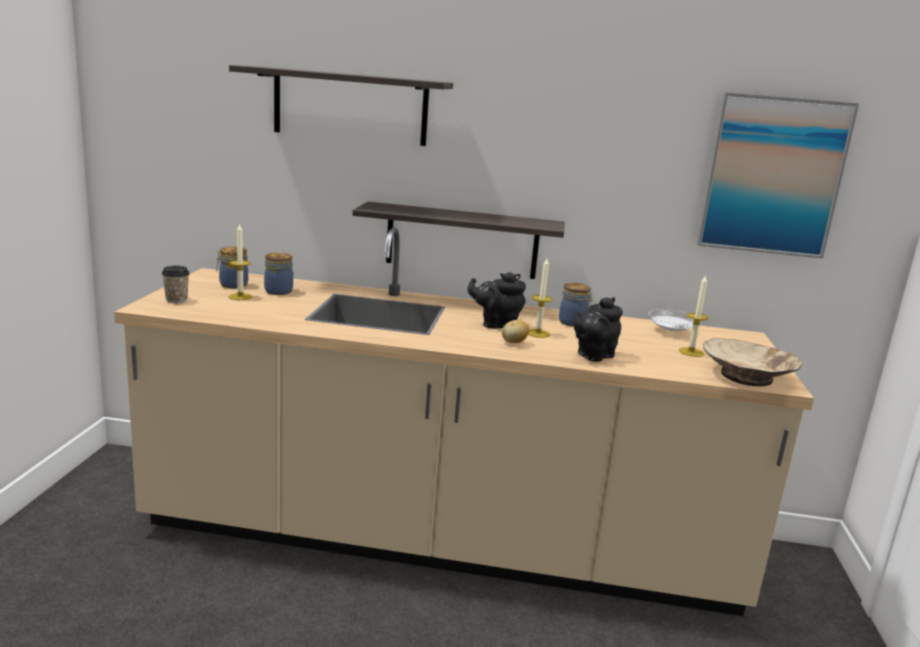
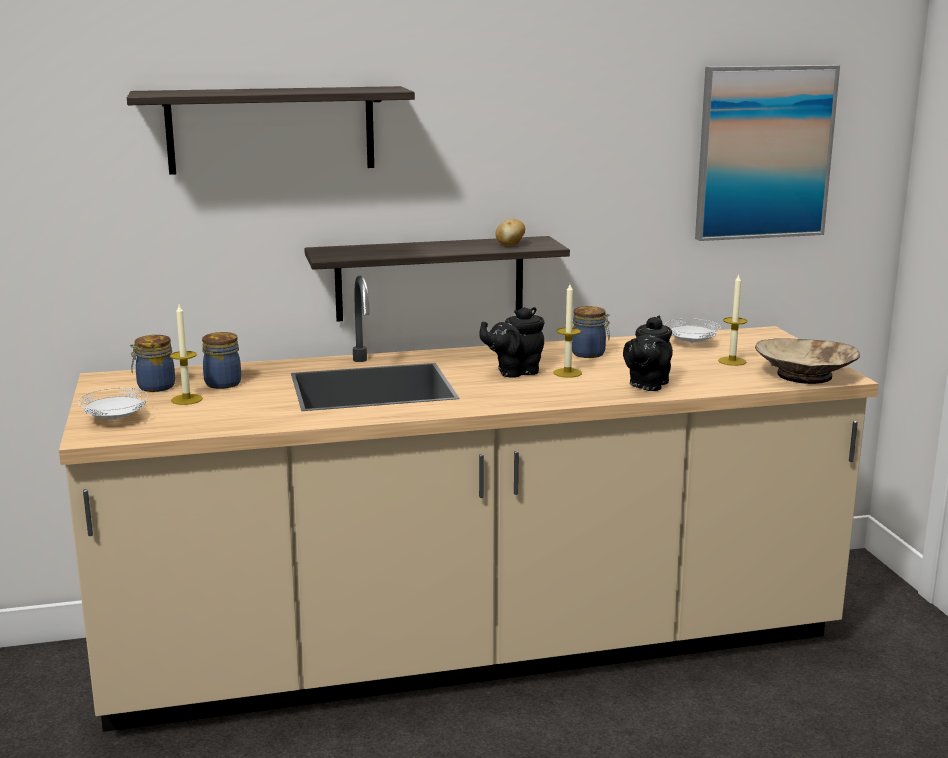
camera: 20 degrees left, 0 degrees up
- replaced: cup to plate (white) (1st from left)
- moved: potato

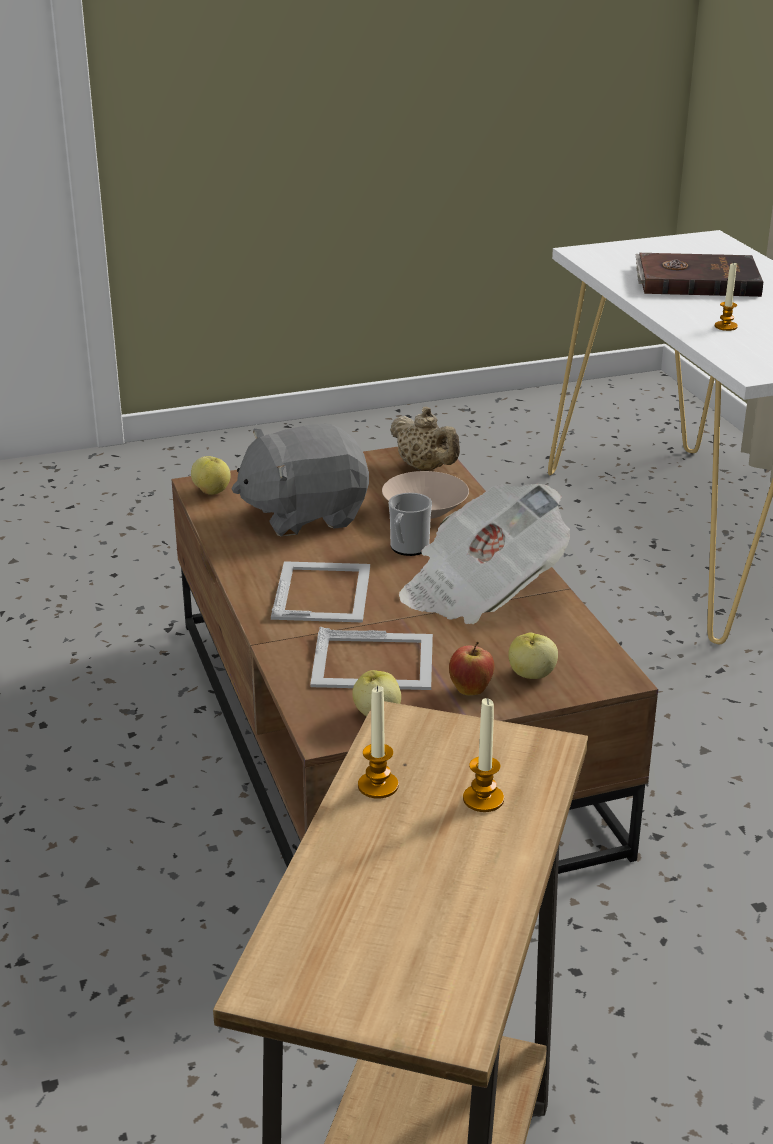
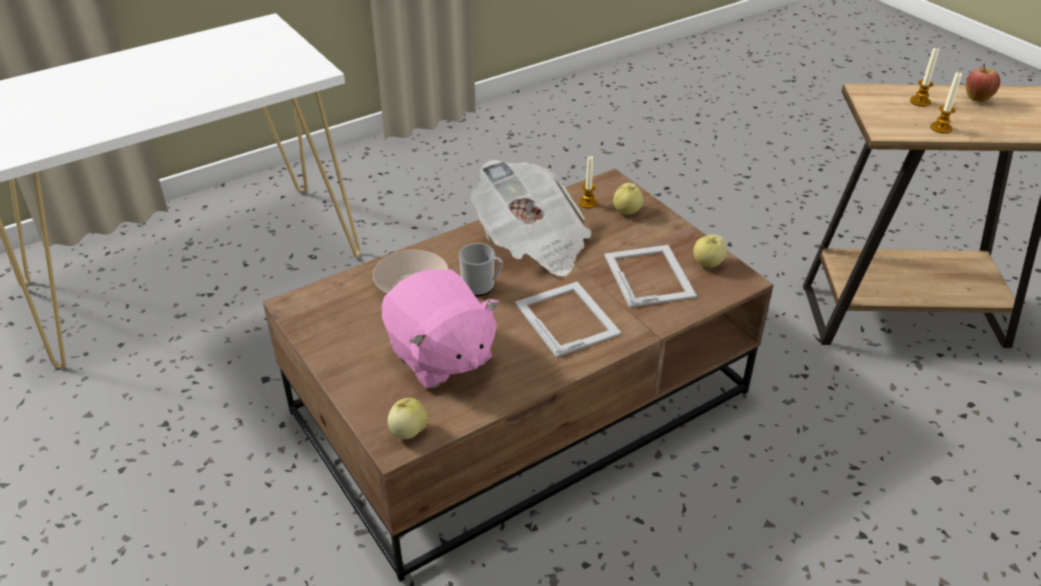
camera: 105 degrees left, 10 degrees up
- recoloured: plush toy (grey) to plush toy (pink)
- turned: picture frame (1st from left) 75 degrees clockwise
- moved: candle (3rd from left in the first image) to candle (1st from left)
- moved: apple (3rd from left in the first image) to apple (4th from left)
- removed: teapot (beige)
- removed: book (brown)

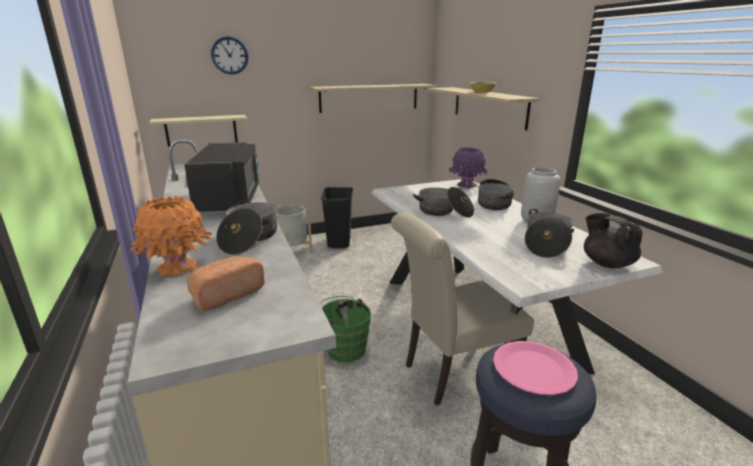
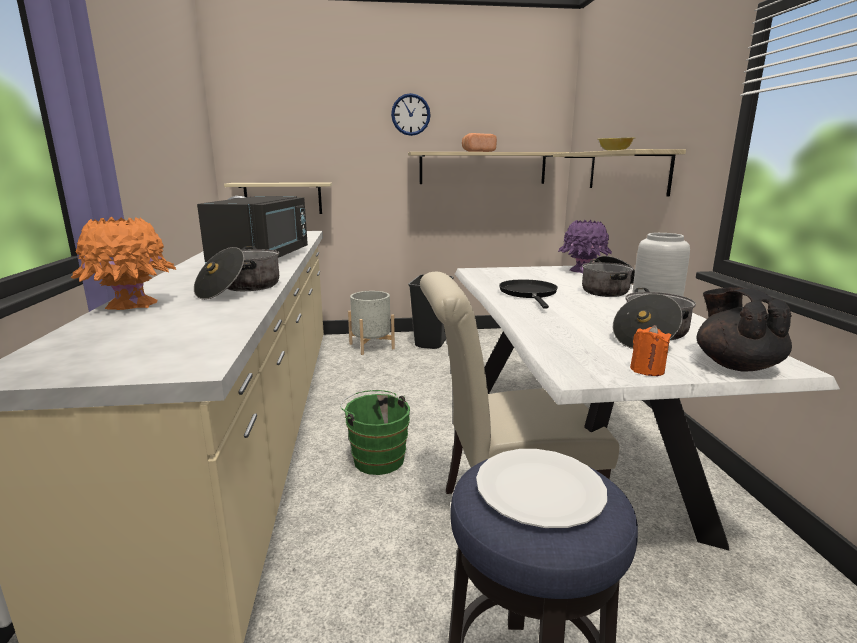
camera: 15 degrees right, 5 degrees down
- moved: wall clock
- moved: bread
- recoloured: plate (pink) to plate (white)
- replaced: cooking pot (2nd from left) to frying pan (black)
- added: candle (orange)

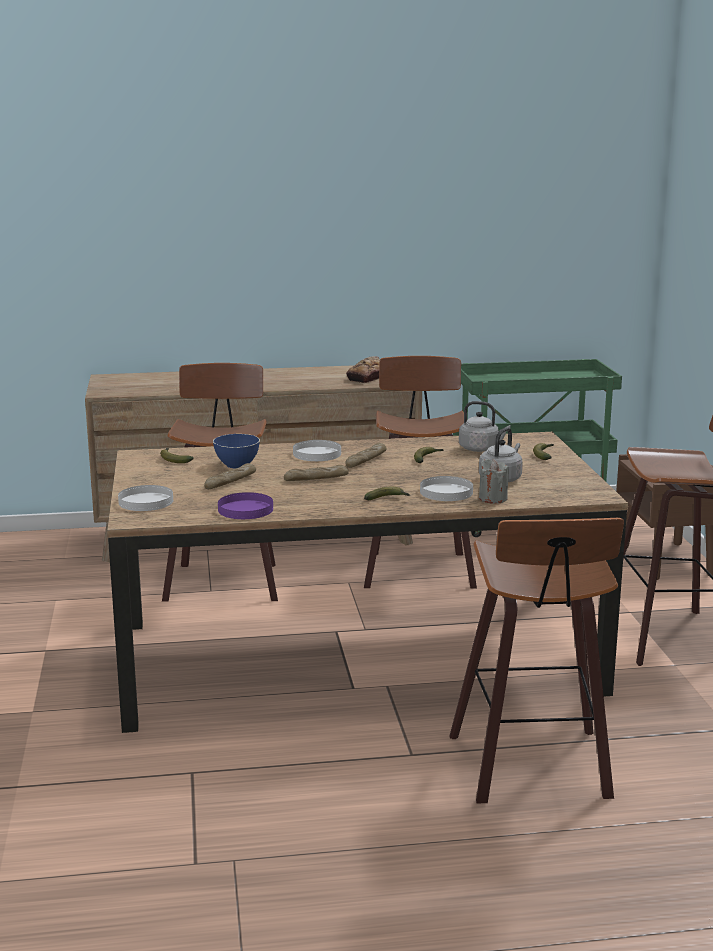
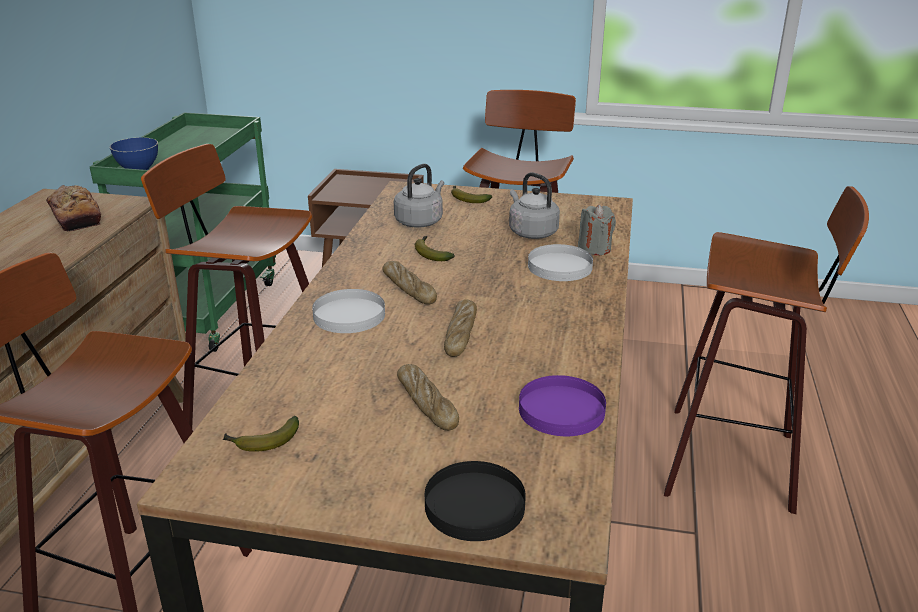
camera: 70 degrees left, 10 degrees up
- moved: bowl (blue)
- recoloured: plate (white) (1st from left) to plate (black)
- removed: banana (2nd from left)

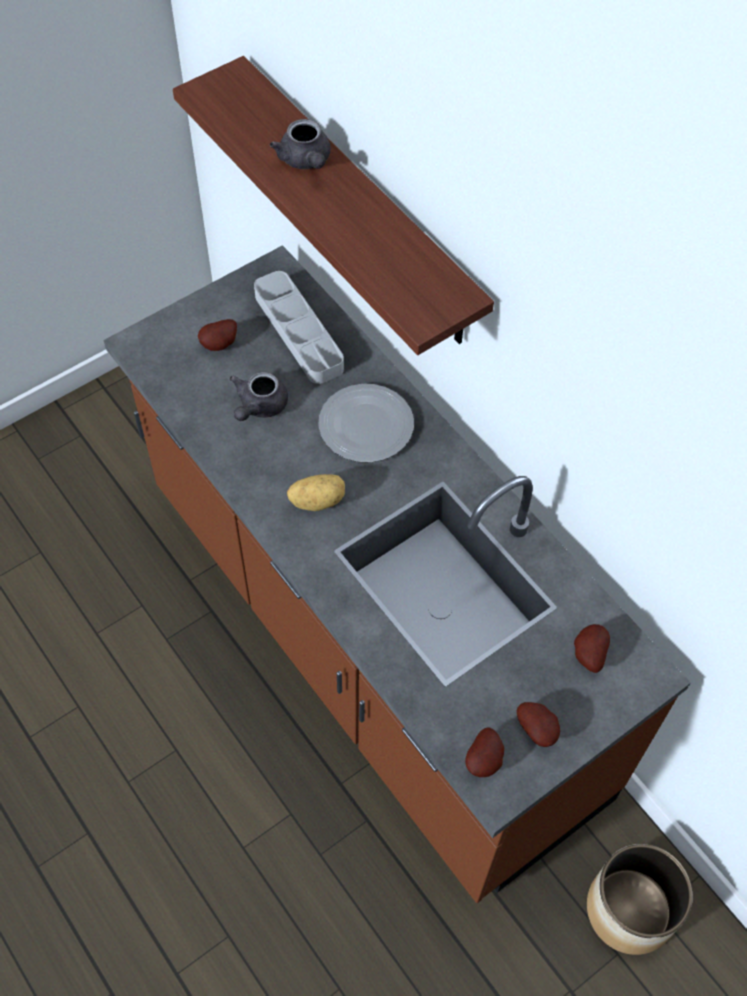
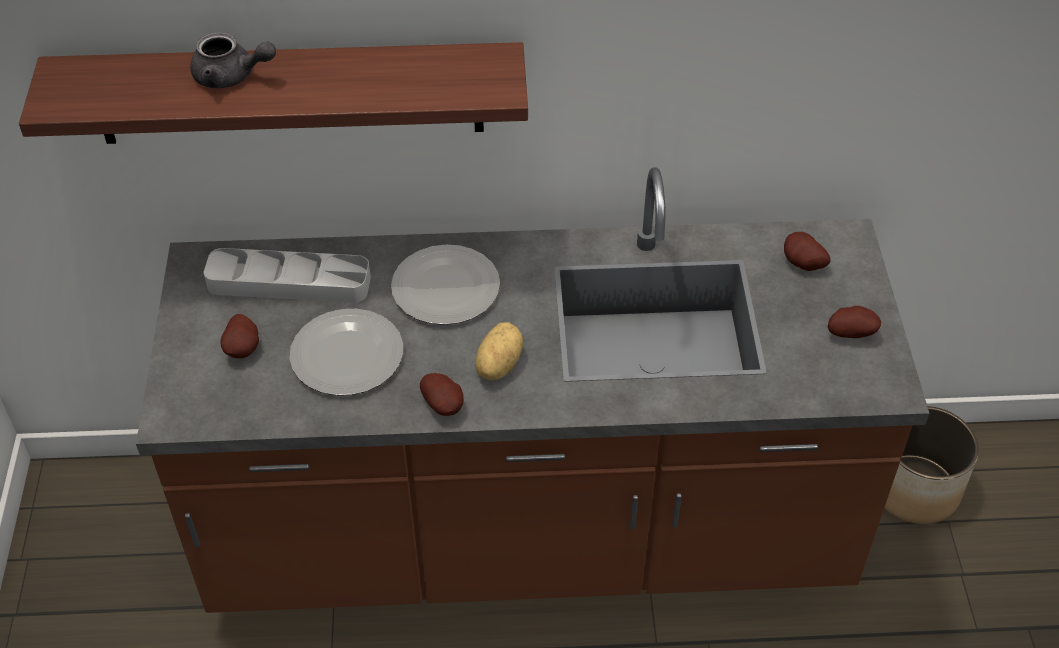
camera: 55 degrees left, 10 degrees down
- replaced: teapot (grey) (1st from left) to plate (1st from left)
- moved: potato (3rd from left in the first image) to potato (2nd from left)

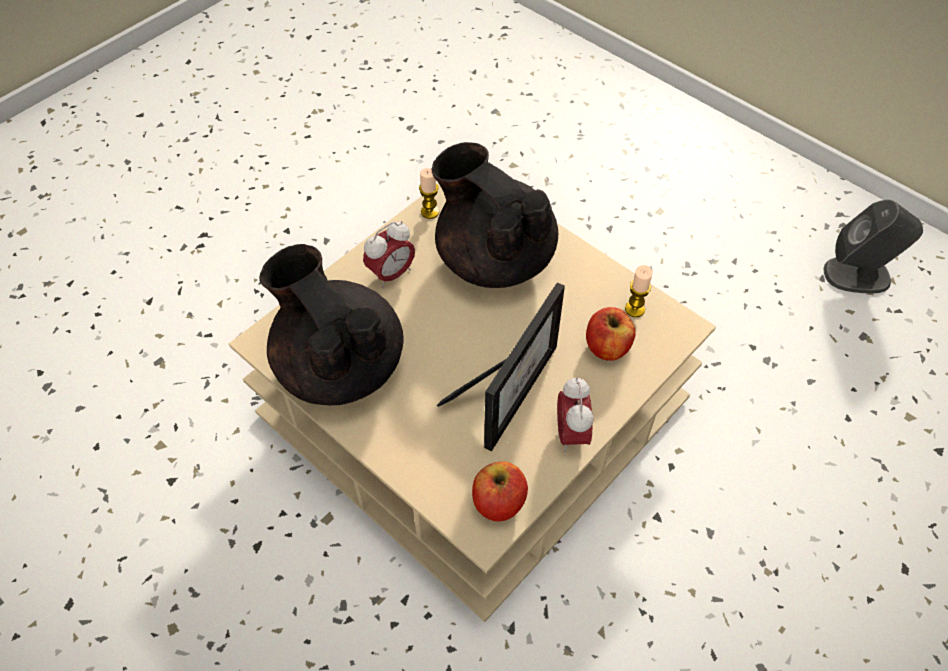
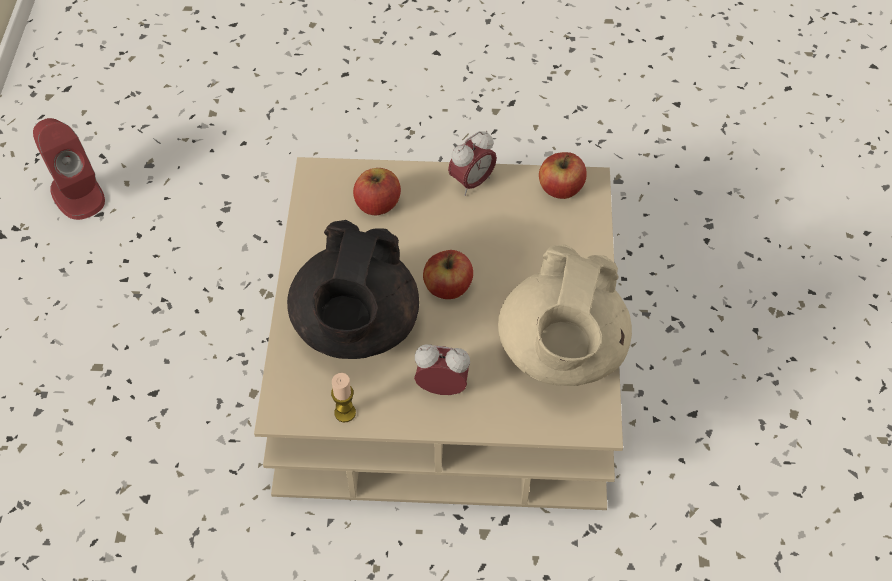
camera: 130 degrees left, 0 degrees up
- recoloured: speaker (grey) to speaker (red)
- added: apple (2nd from left)
- recoloured: teapot (black) (1st from left) to teapot (beige)
- removed: picture frame
- removed: candle (2nd from left)

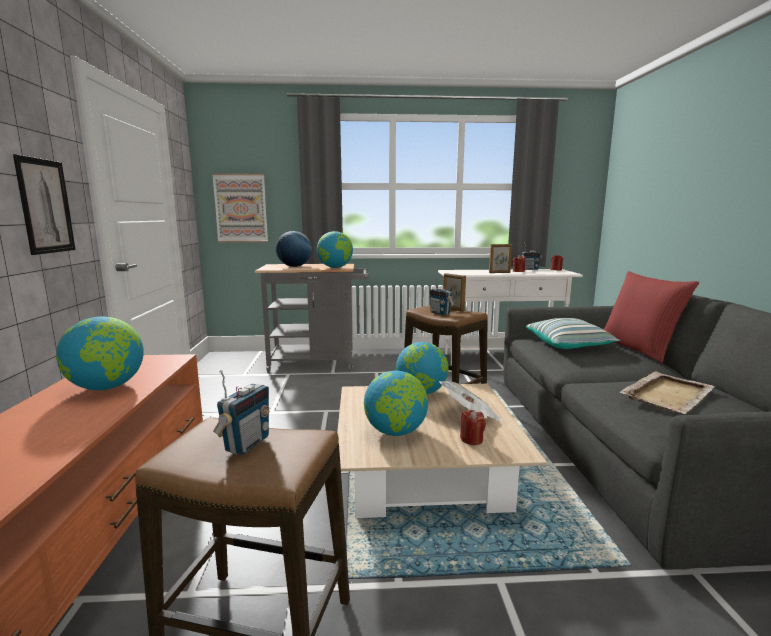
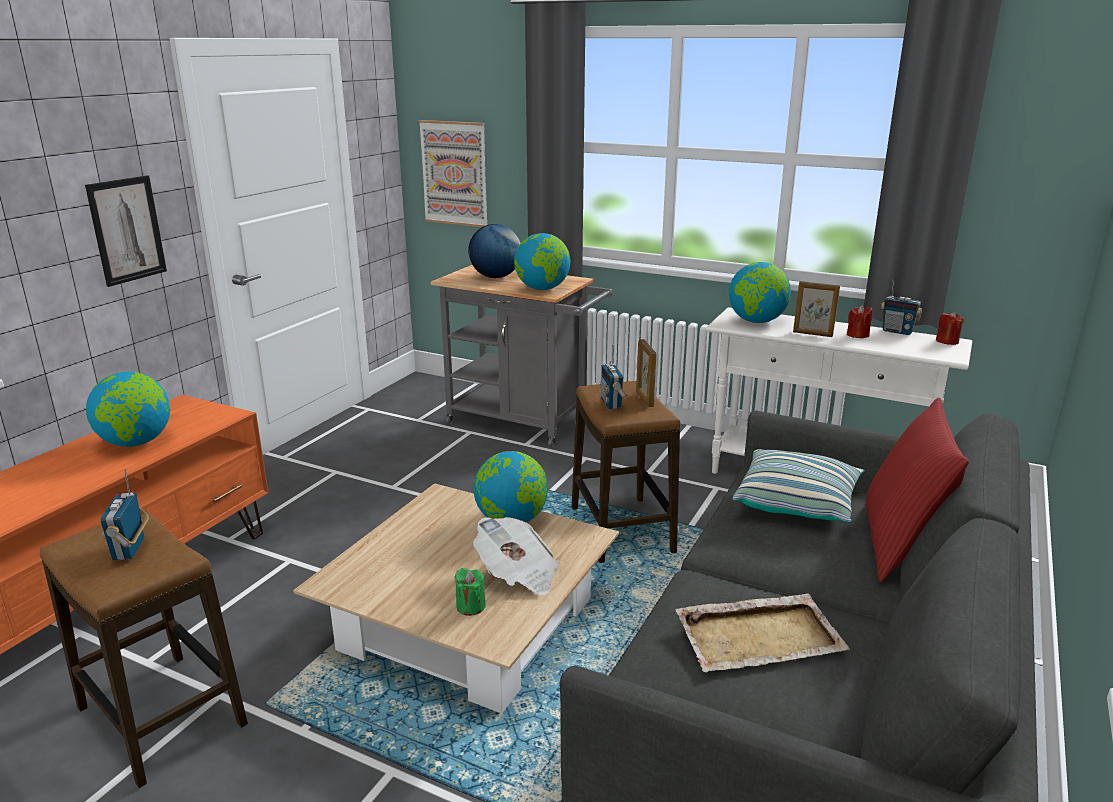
camera: 30 degrees right, 10 degrees up
- turned: radio (1st from left) 120 degrees clockwise
- recoloured: candle (red) (1st from left) to candle (green)
- moved: globe (4th from left in the first image) to globe (5th from left)

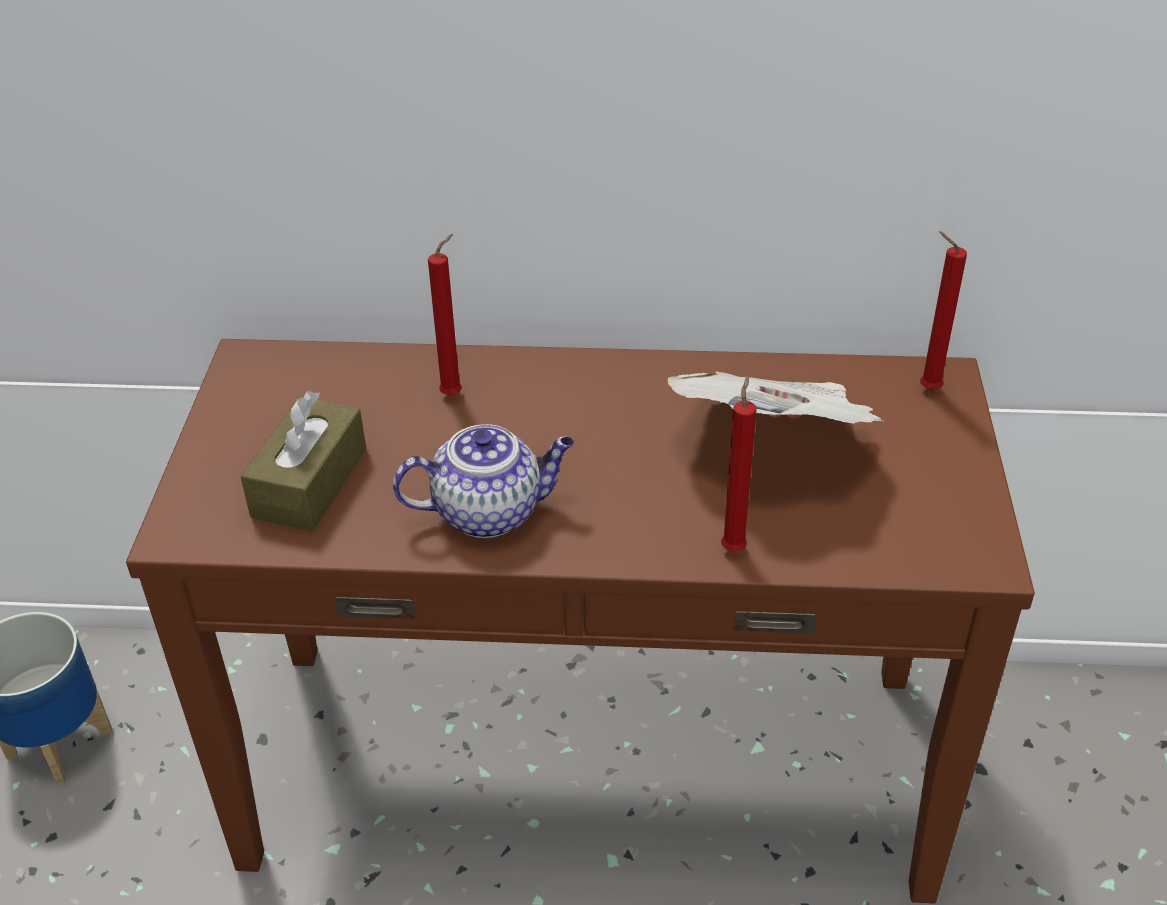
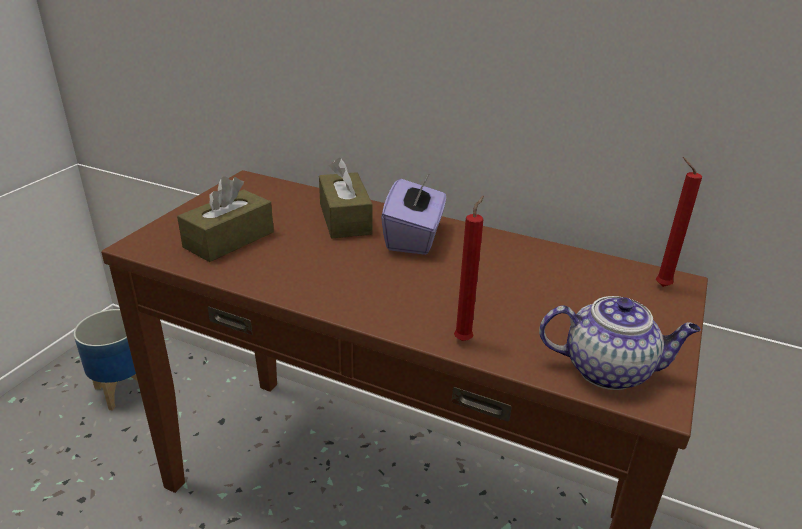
camera: 20 degrees right, 10 degrees down
- replaced: candle (red) (1st from left) to tissue box (brown) (2nd from left)
- added: tissue box (purple)
- moved: teapot
- removed: newspaper

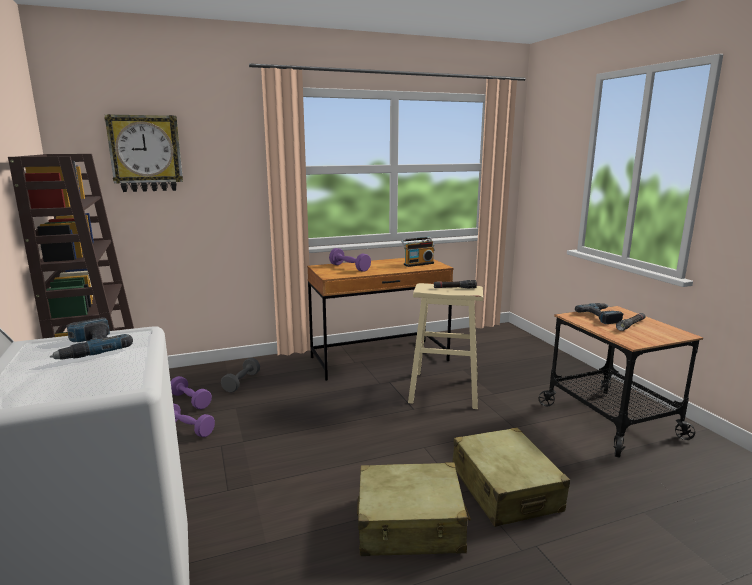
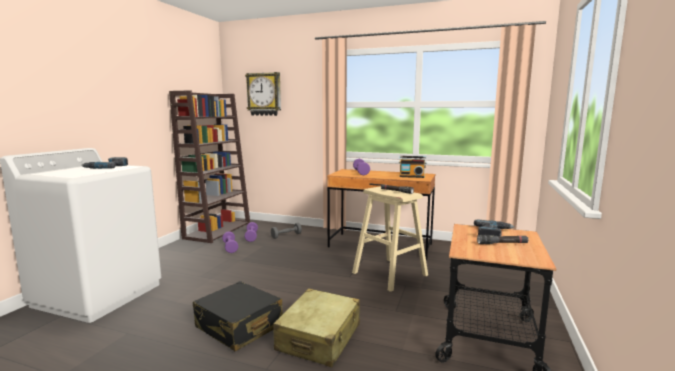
camera: 40 degrees right, 5 degrees down
- recoloured: suitcase (beige) (1st from left) to suitcase (black)

